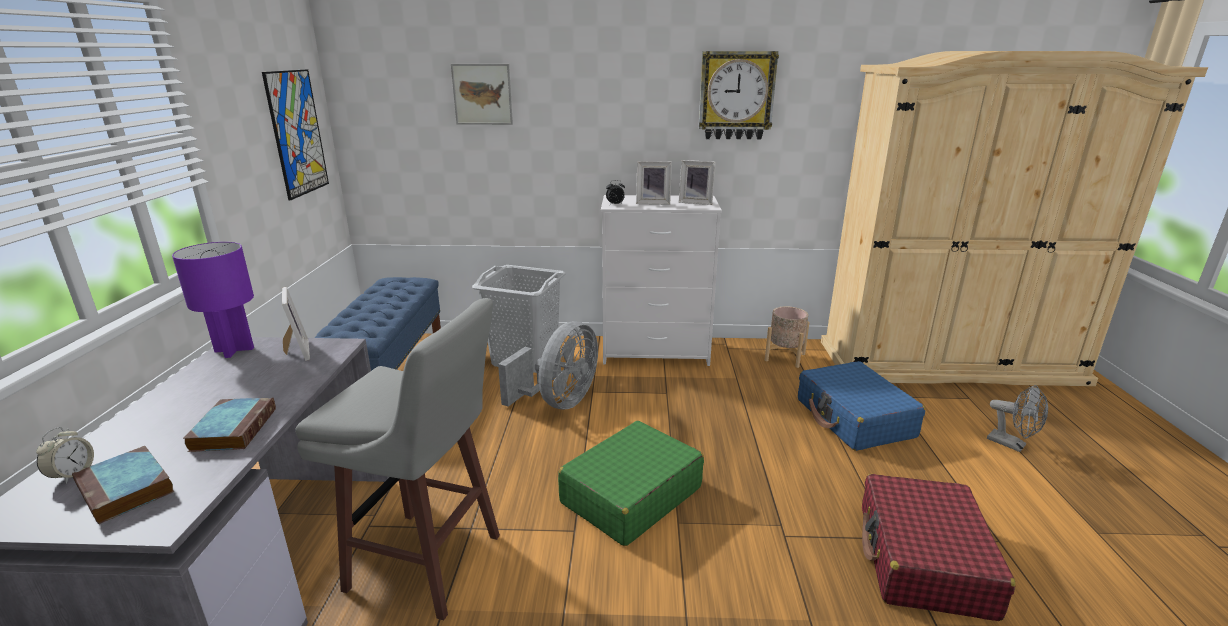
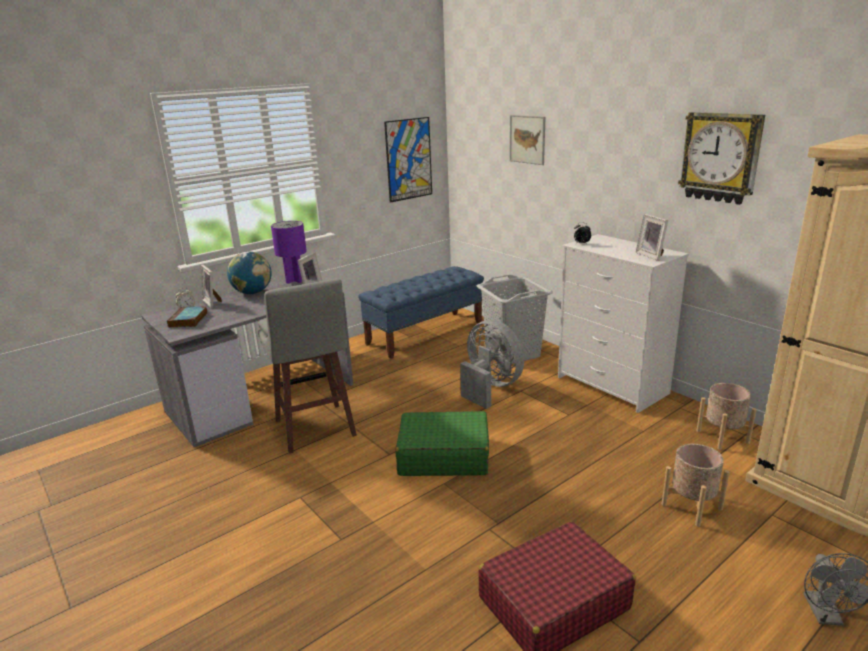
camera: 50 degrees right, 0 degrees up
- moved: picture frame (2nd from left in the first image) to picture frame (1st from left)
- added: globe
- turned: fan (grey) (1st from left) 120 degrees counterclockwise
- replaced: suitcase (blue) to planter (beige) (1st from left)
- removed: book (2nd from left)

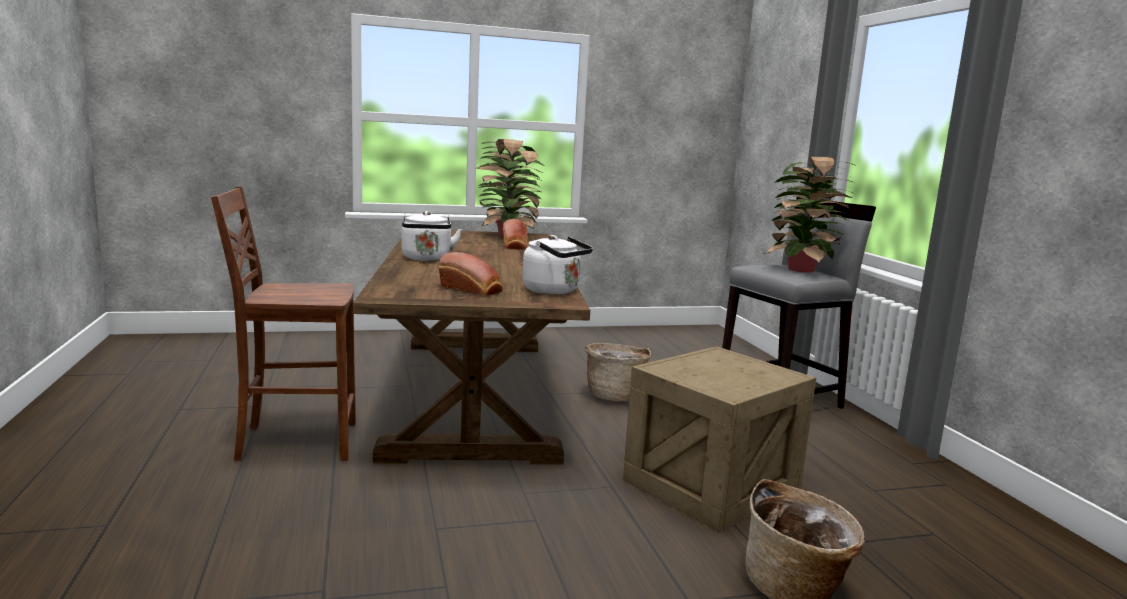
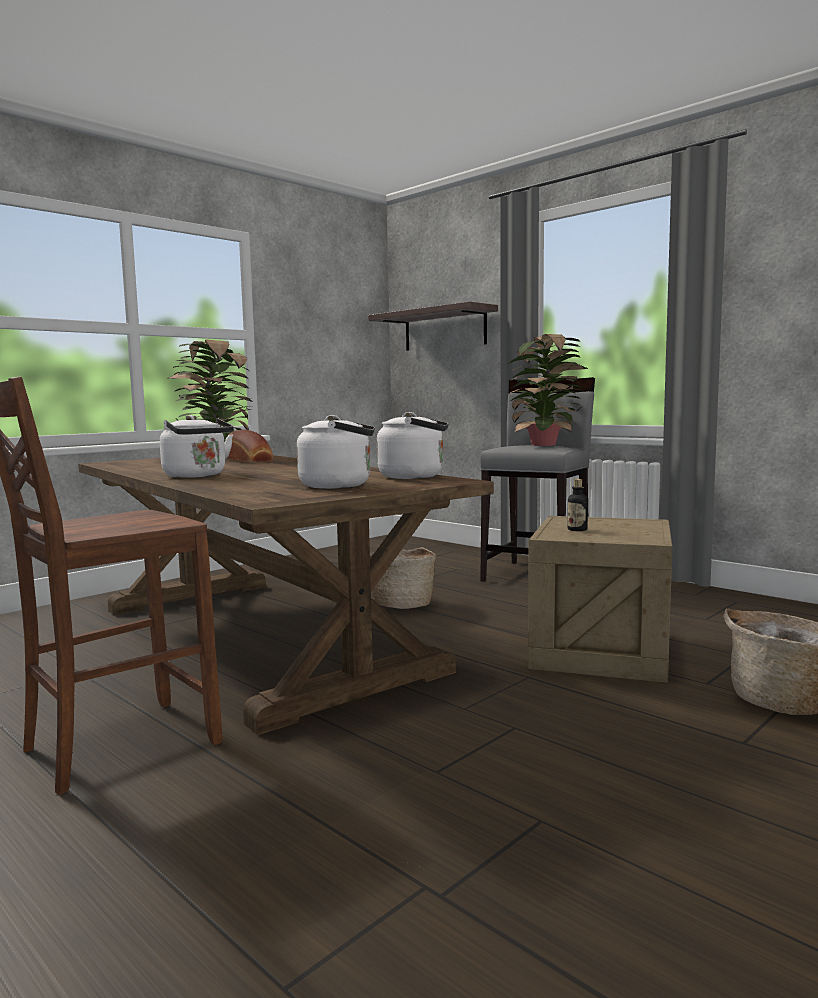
camera: 30 degrees left, 5 degrees down
- replaced: bread (1st from left) to kettle (white) (2nd from left)
- added: shelf
- added: bottle

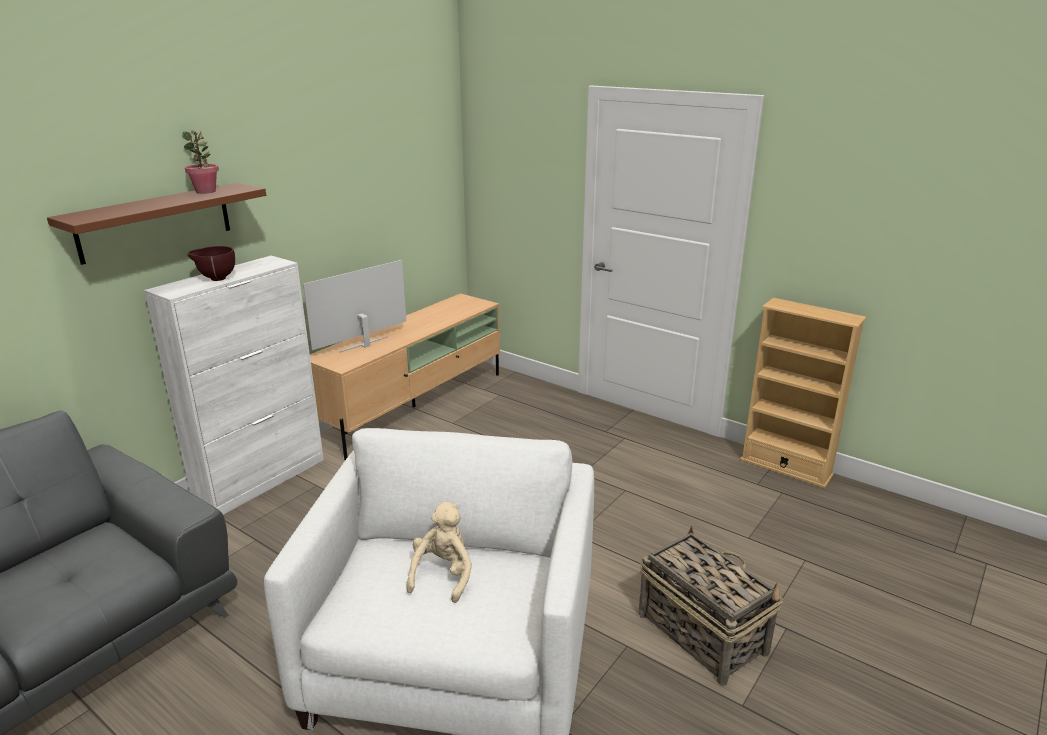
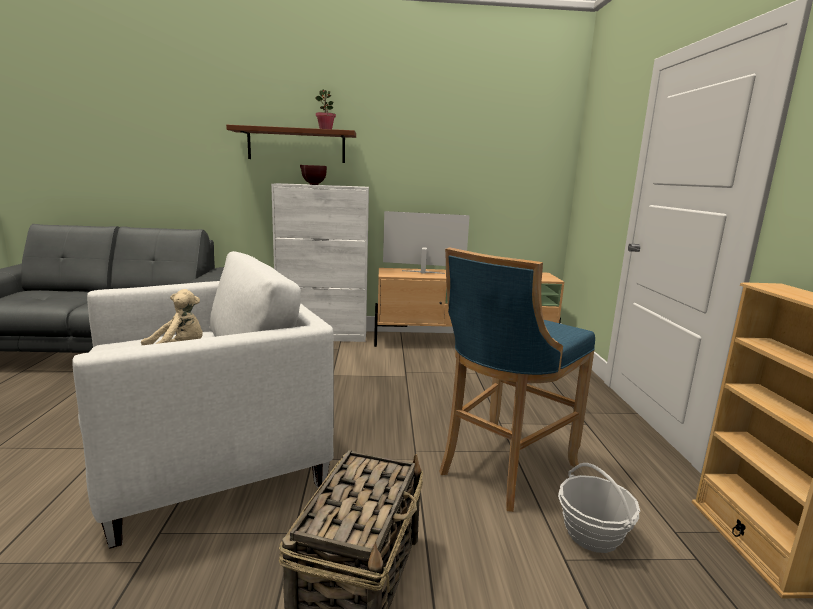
camera: 50 degrees right, 10 degrees down
- added: stool (blue)
- added: basket (2nd from left)

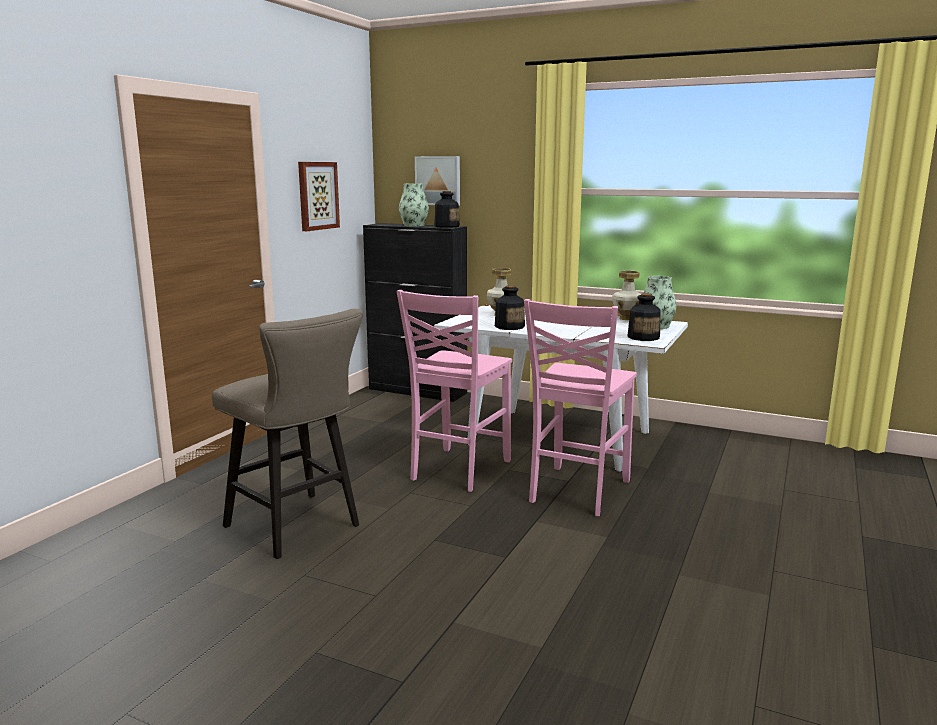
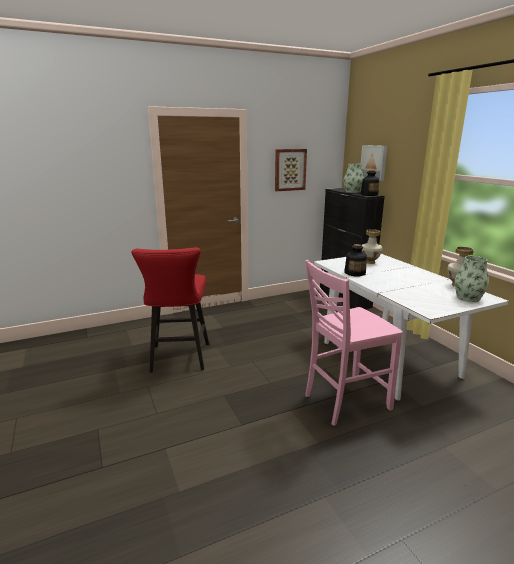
camera: 40 degrees right, 5 degrees up
- recoloured: stool (beige) to stool (red)
- removed: chair (pink) (1st from left)
- removed: bottle (3rd from left)

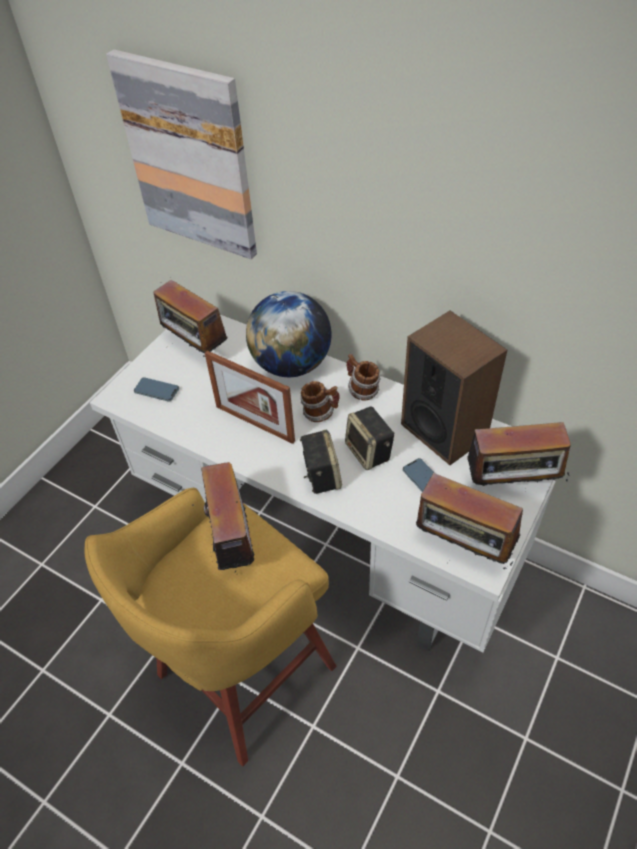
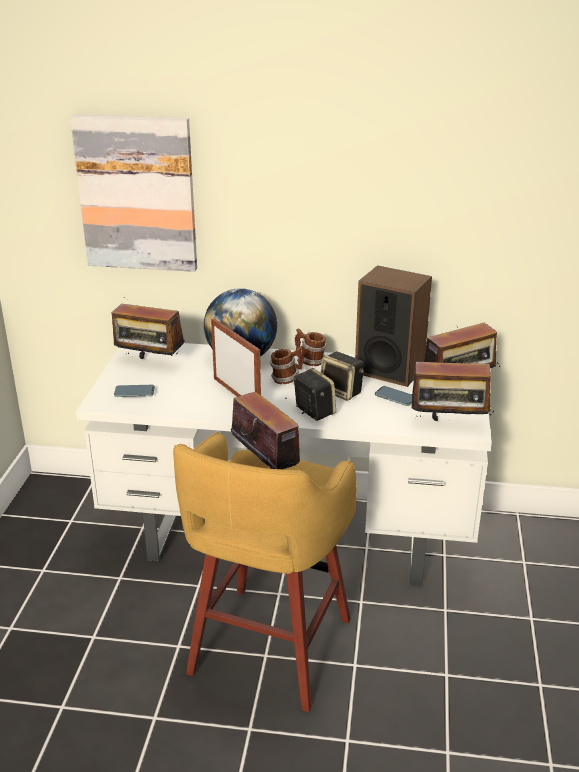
camera: 25 degrees left, 20 degrees down
- turned: picture frame 135 degrees counterclockwise

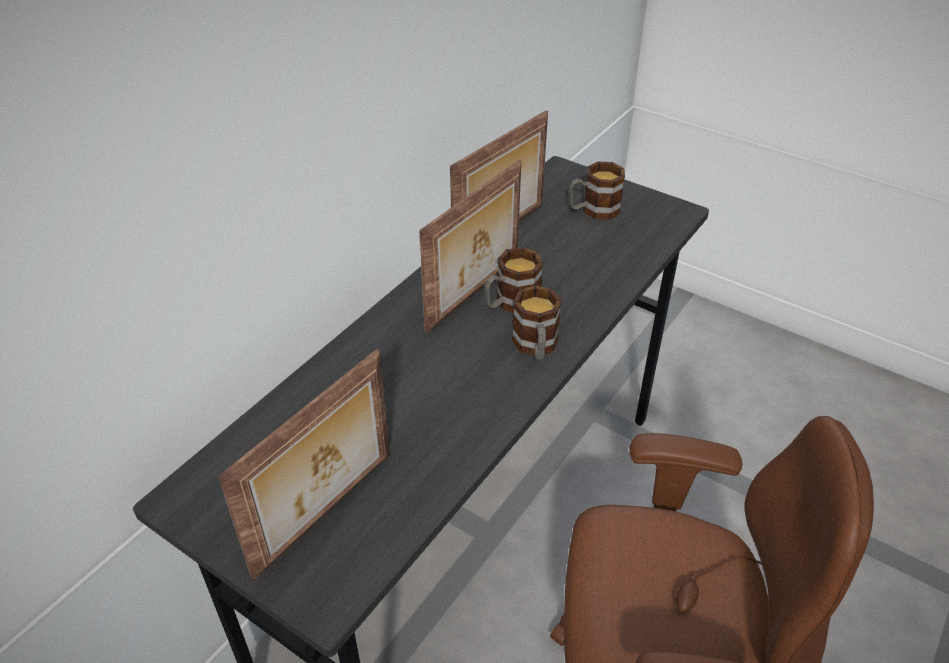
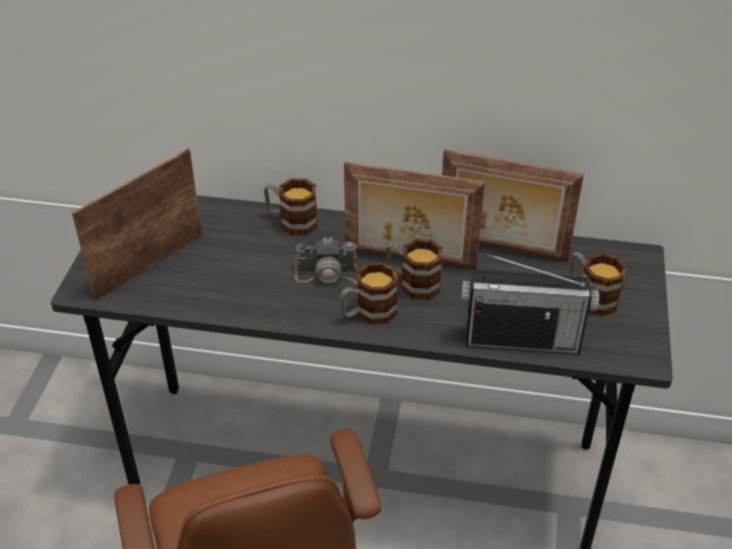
camera: 65 degrees right, 0 degrees up
- turned: picture frame (1st from left) 120 degrees clockwise
- added: mug (1st from left)
- added: photo camera
- added: radio

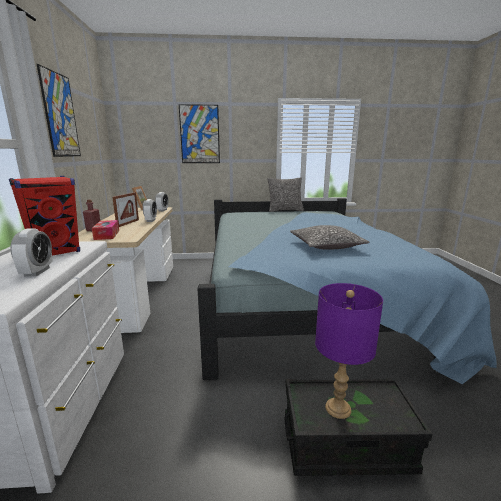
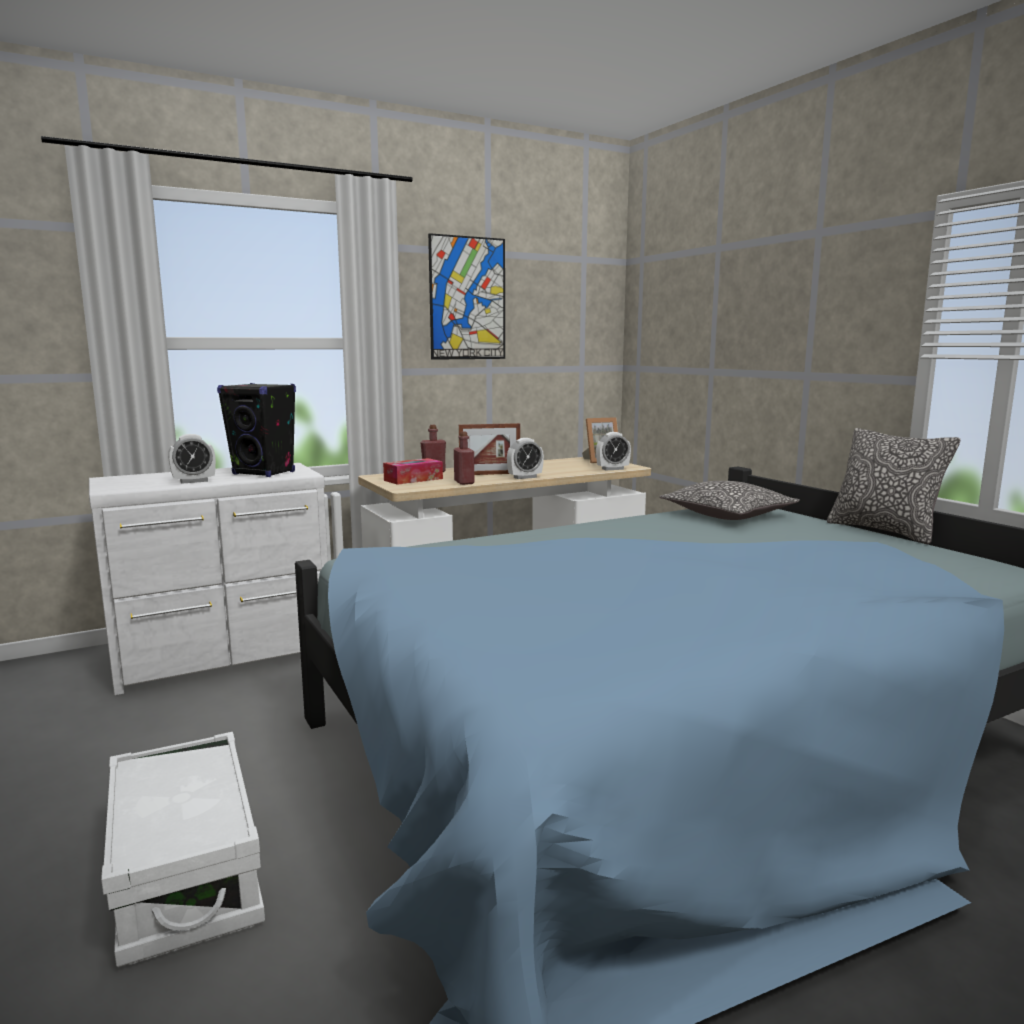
camera: 65 degrees right, 5 degrees down
- recoloured: storage box (black) to storage box (white)
- recoloured: speaker (red) to speaker (black)
- added: bottle (red) (2nd from left)
- moved: pillow (2nd from left in the first image) to pillow (1st from left)
- removed: picture (2nd from left)
- removed: table lamp (purple)

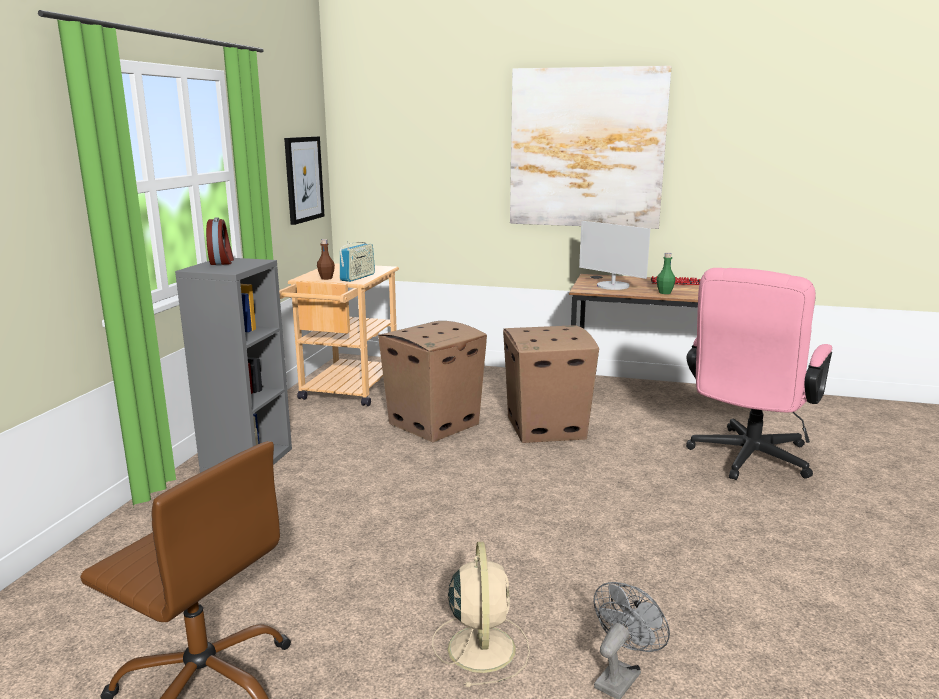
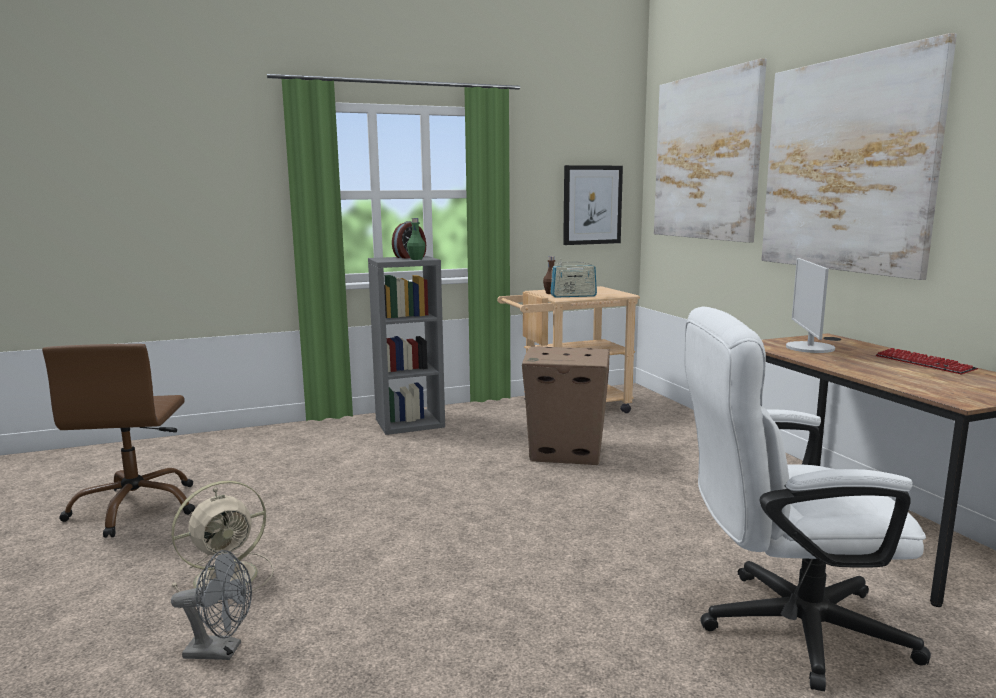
camera: 55 degrees right, 5 degrees down
- moved: bottle (green)
- added: picture (2nd from left)
- recoloured: office chair (pink) to office chair (white)
- removed: cardboard box (2nd from left)

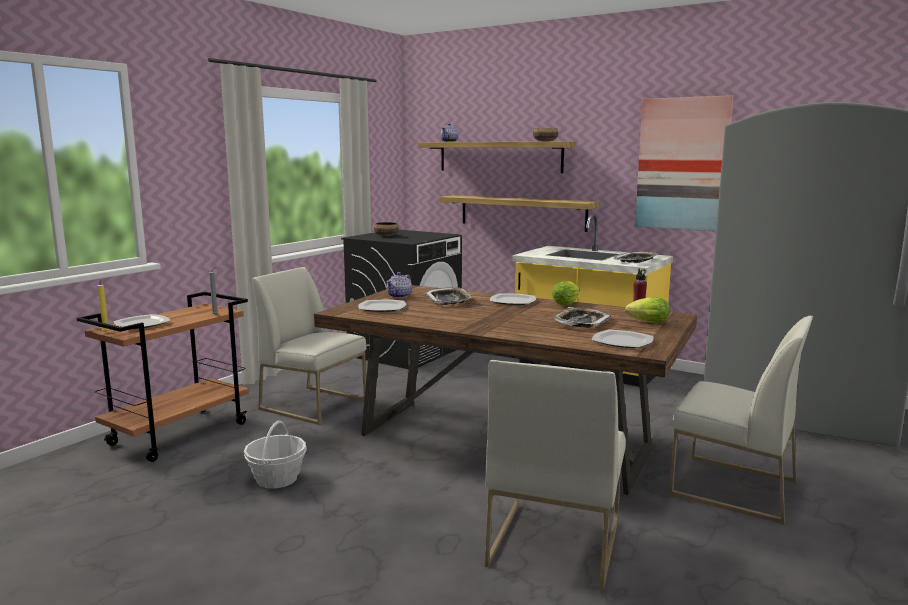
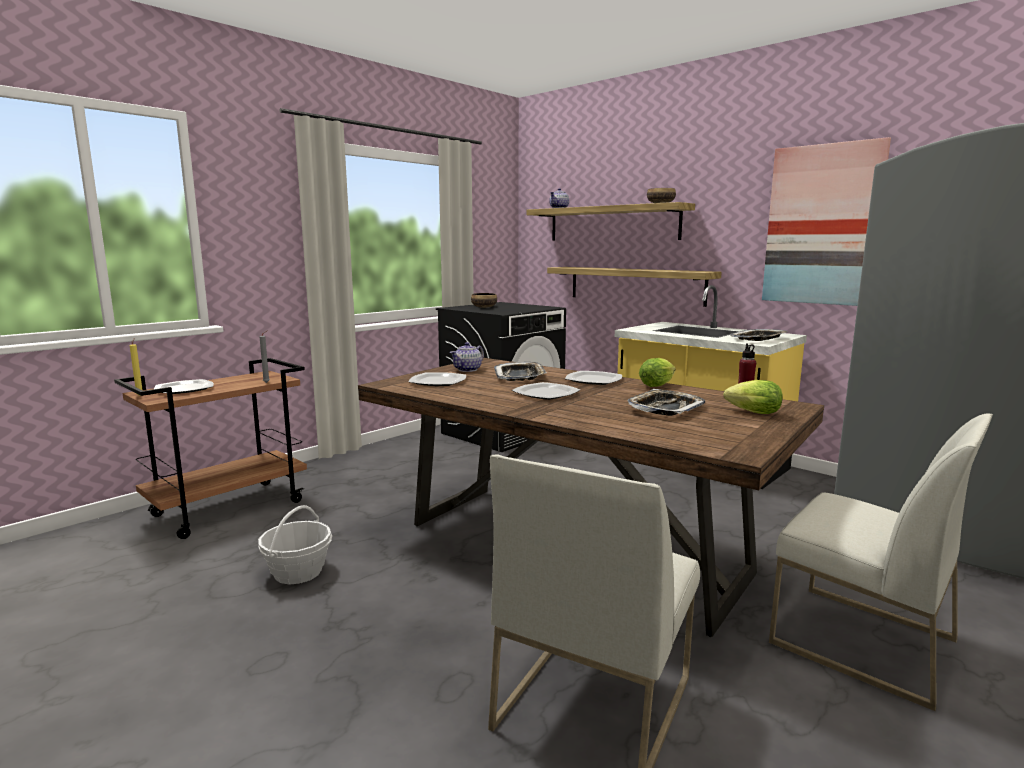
camera: 10 degrees right, 0 degrees up
- moved: plate (4th from left in the first image) to plate (3rd from left)
- removed: chair (white) (1st from left)

